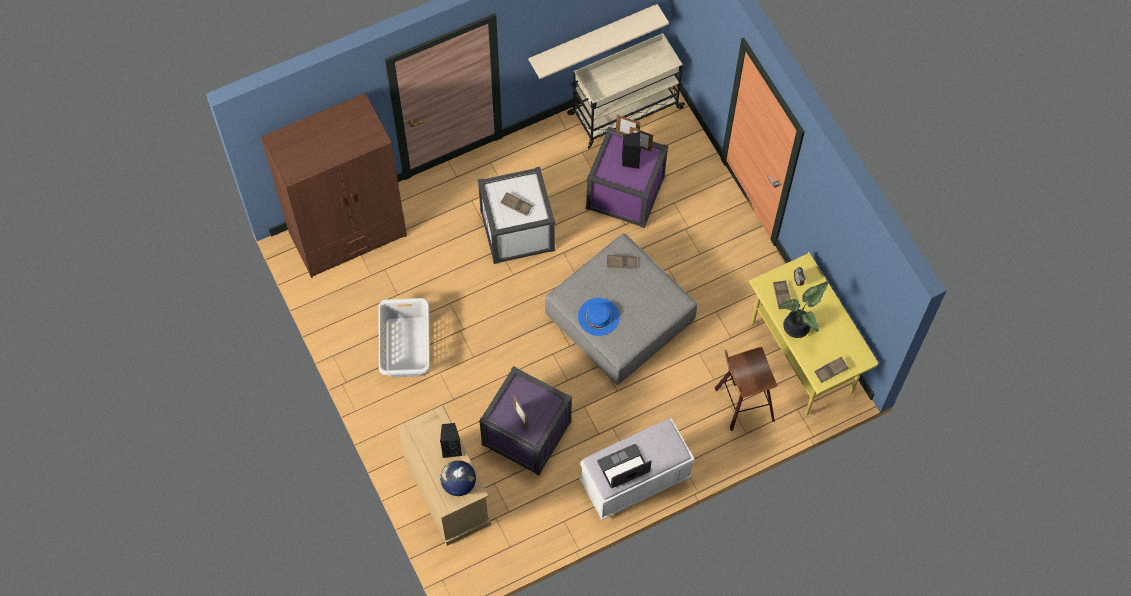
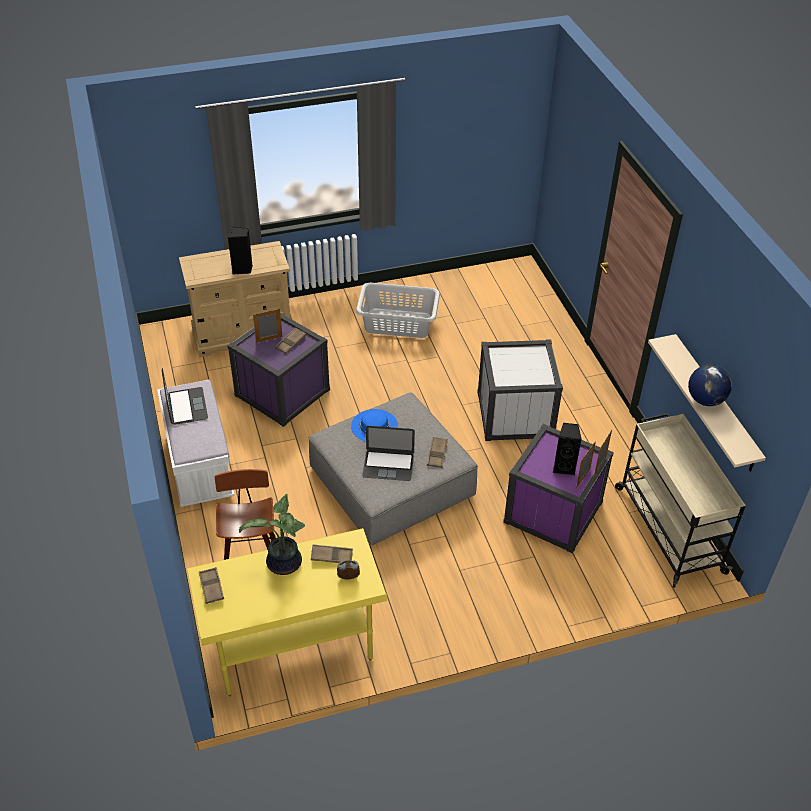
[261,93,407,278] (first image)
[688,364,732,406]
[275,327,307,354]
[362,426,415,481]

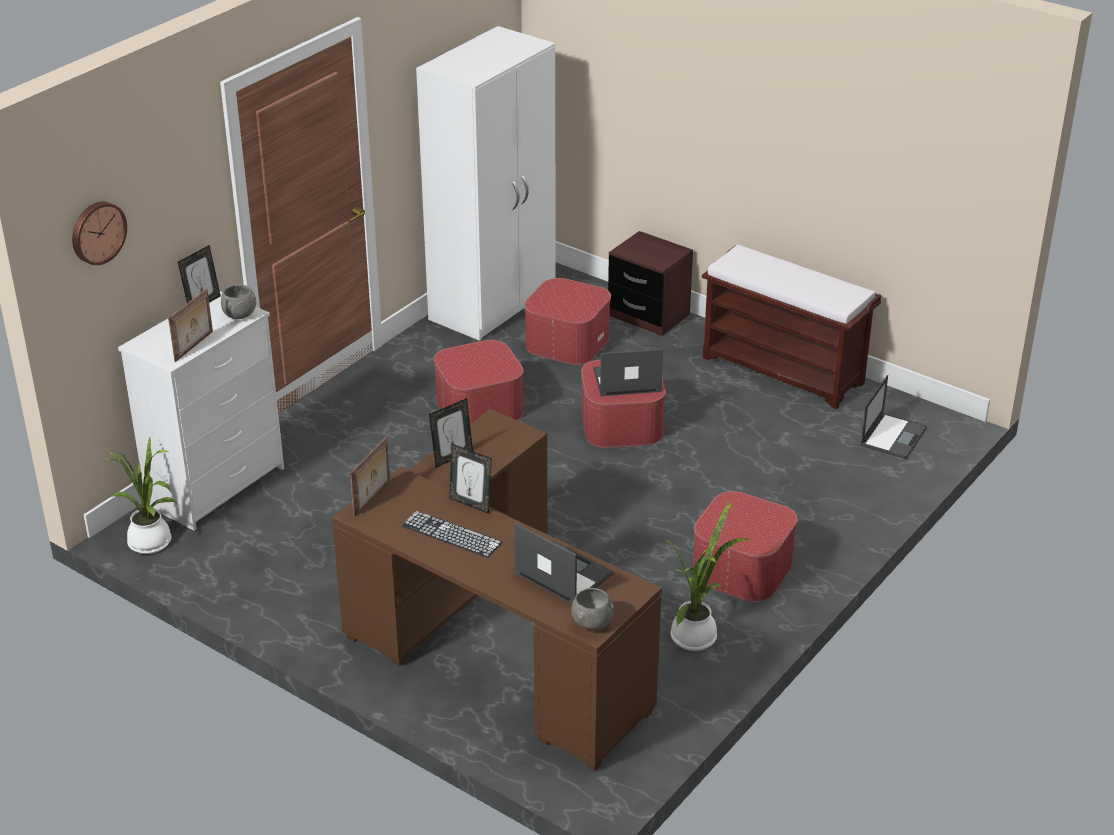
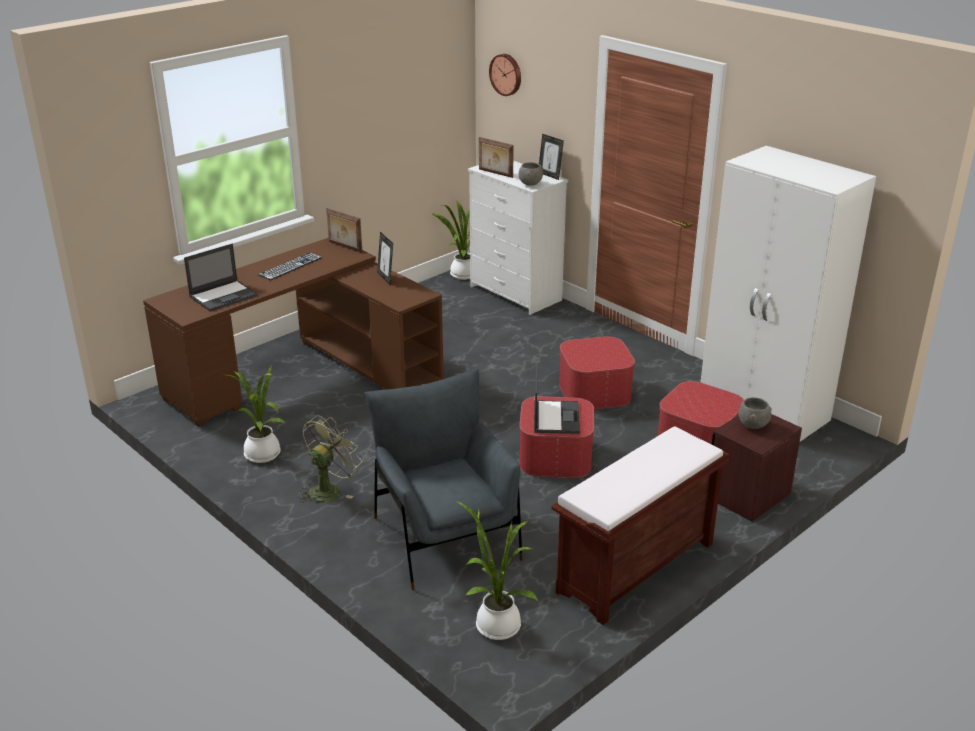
[449,444,492,514] (first image)
[738,397,772,429]
[300,415,362,503]
[456,501,538,640]
[364,369,523,590]

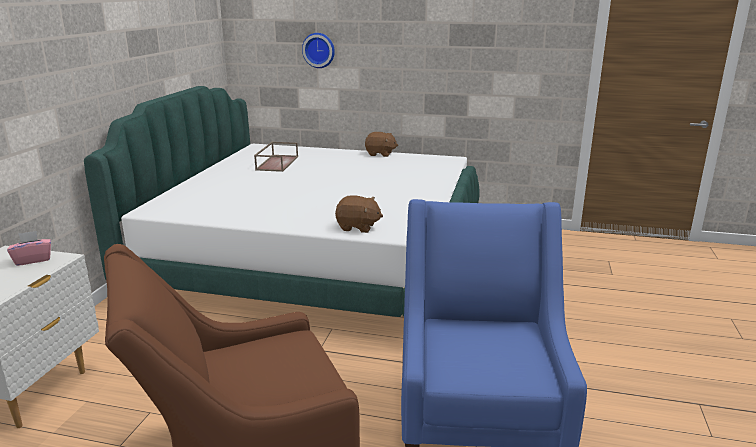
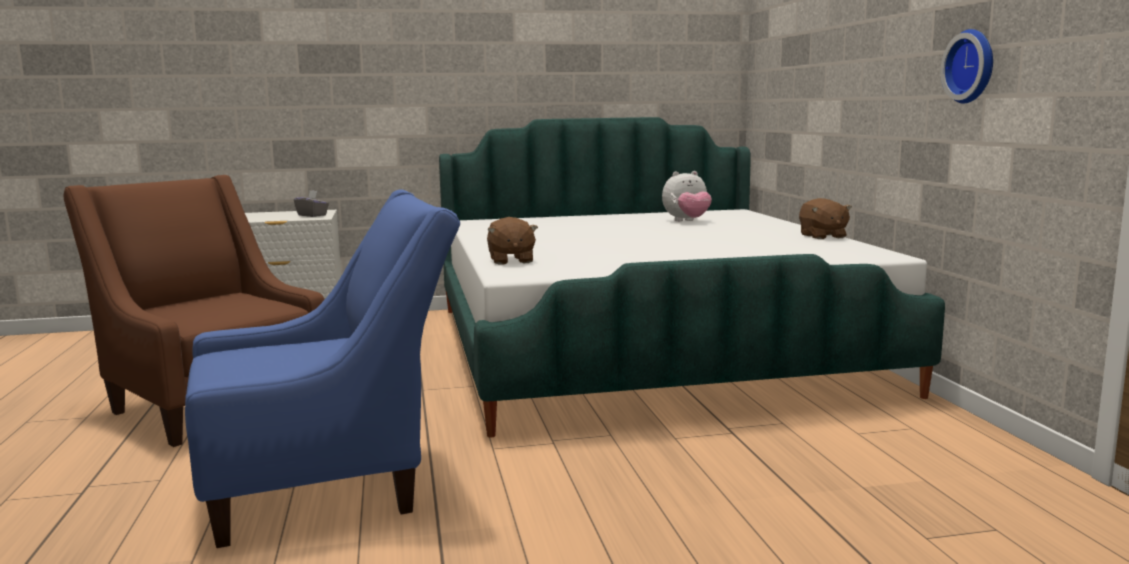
[294,190,329,217]
[662,171,712,221]
[941,29,993,104]

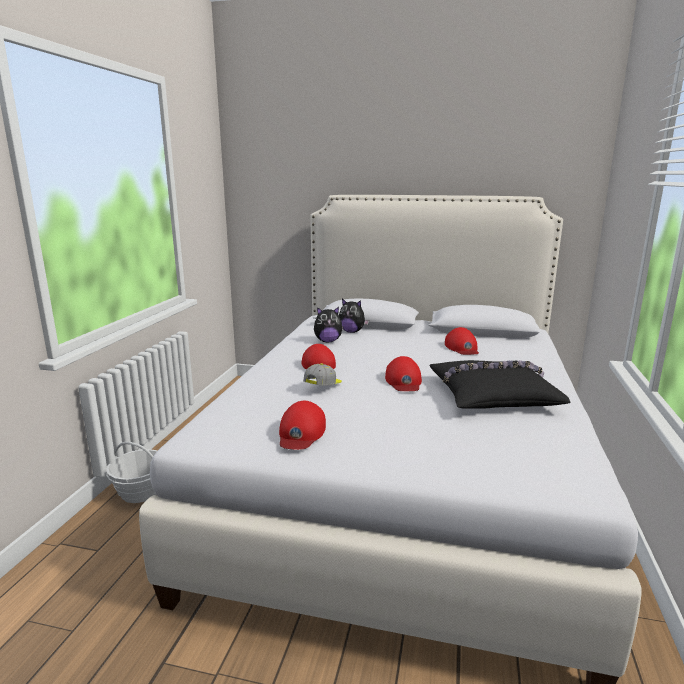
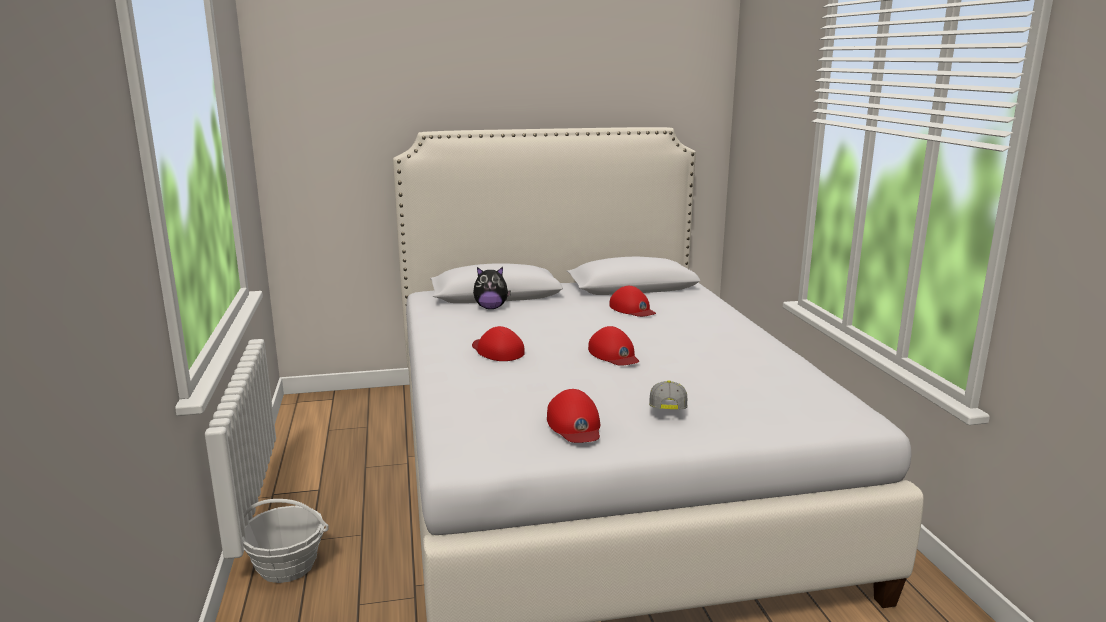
[649,381,687,410]
[314,307,343,342] (first image)
[429,360,571,409] (first image)

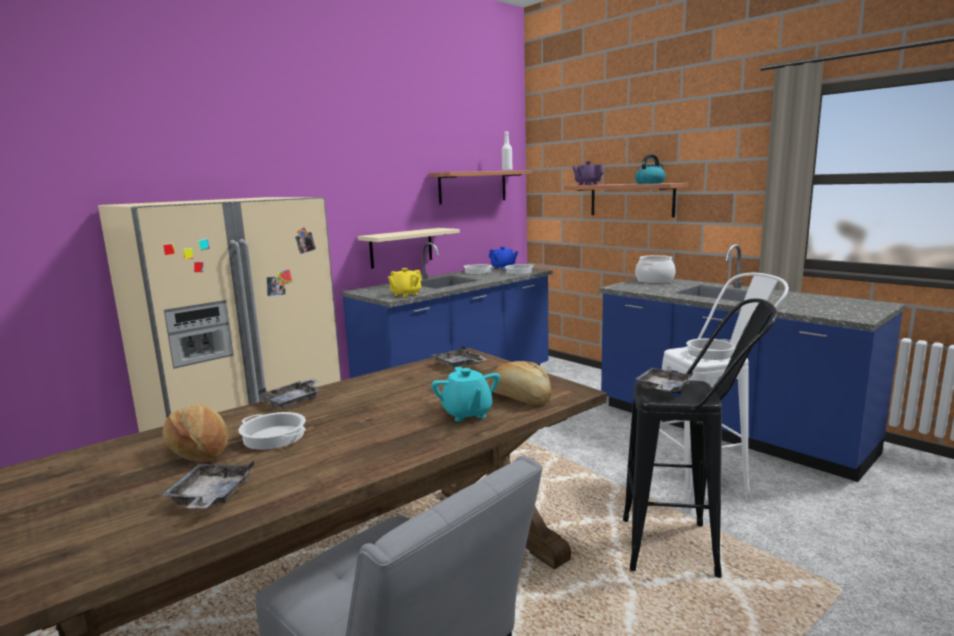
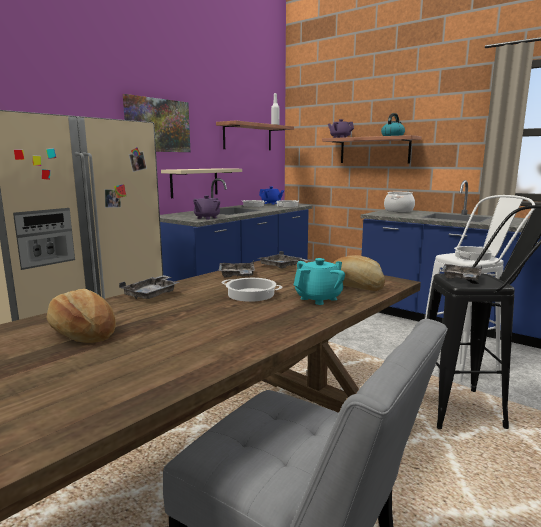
[219,260,255,277]
[221,278,282,302]
[193,195,220,219]
[294,258,345,305]
[123,94,190,152]

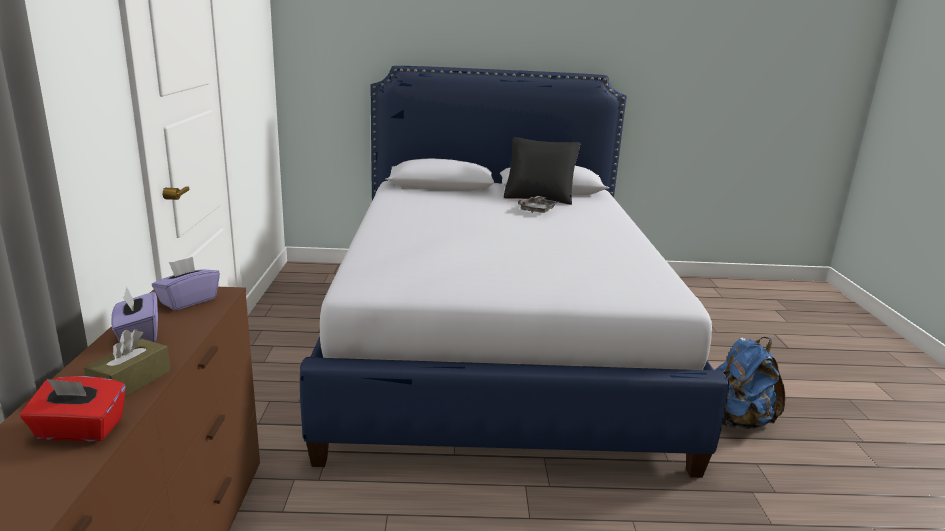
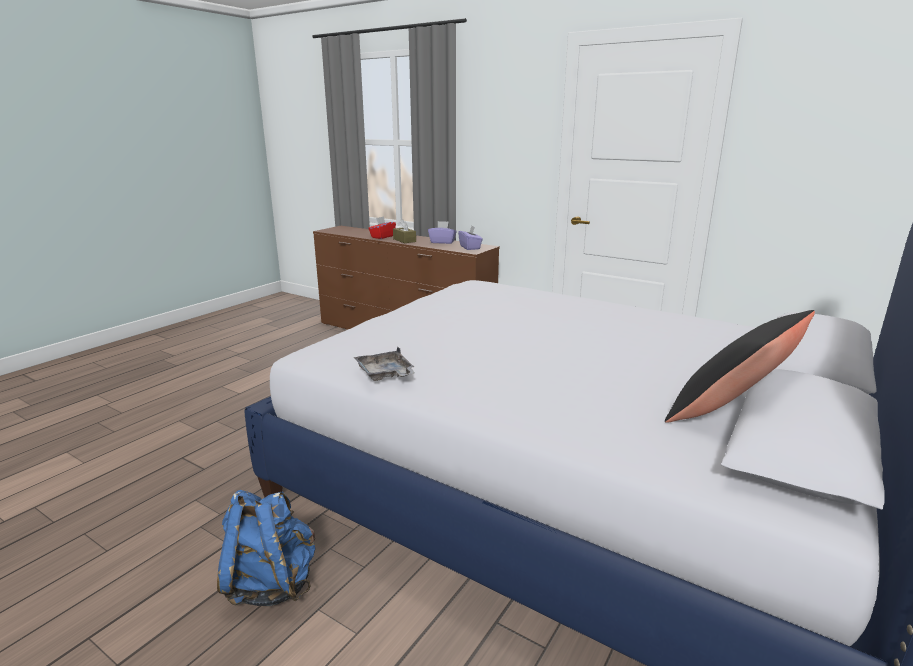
[354,347,415,381]

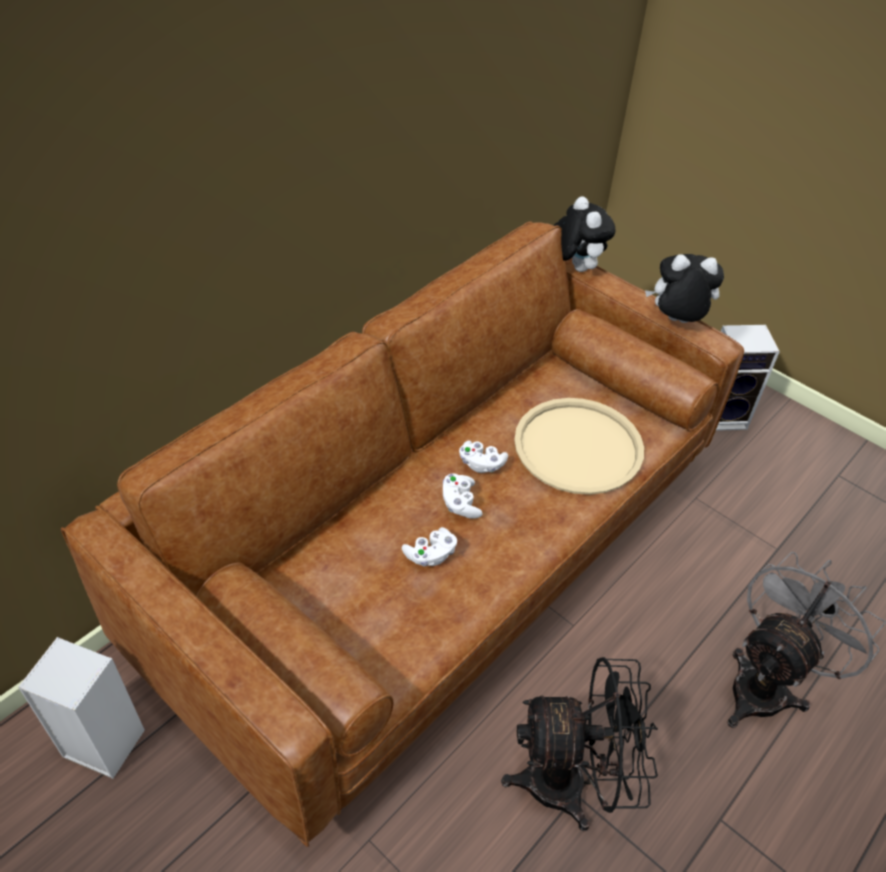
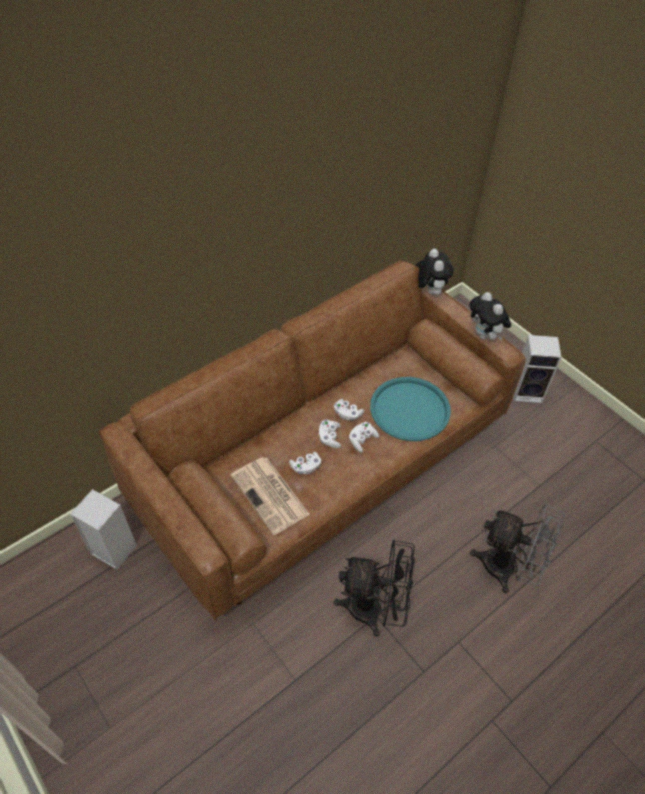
[370,377,451,441]
[469,292,511,340]
[470,504,565,593]
[231,457,310,535]
[349,422,379,453]

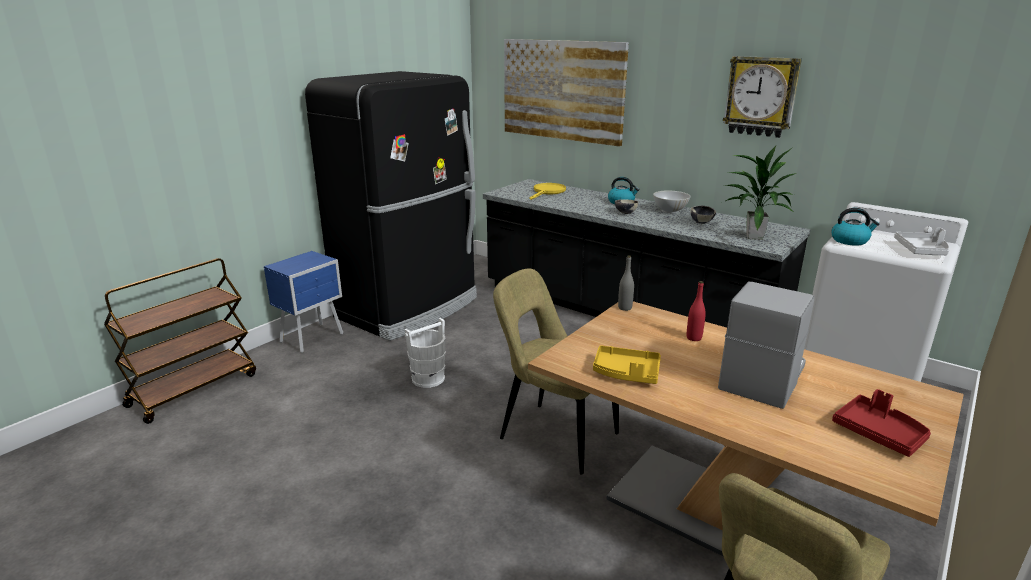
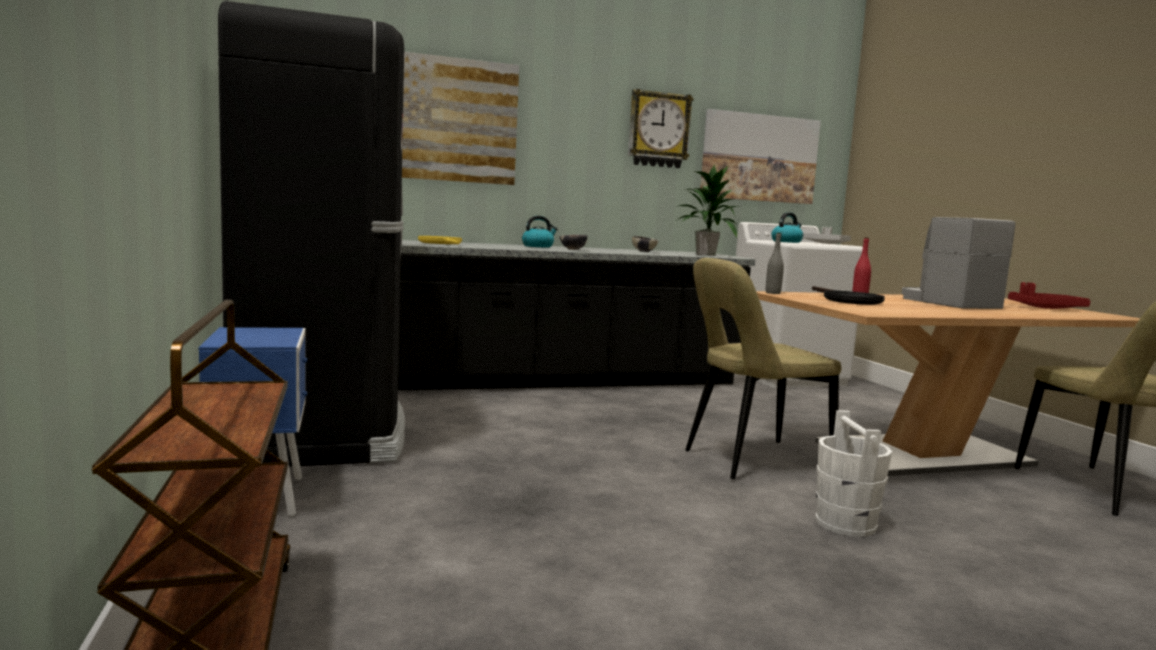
[815,410,892,537]
[593,345,661,384] (first image)
[653,191,691,213] (first image)
[700,109,821,204]
[812,286,885,305]

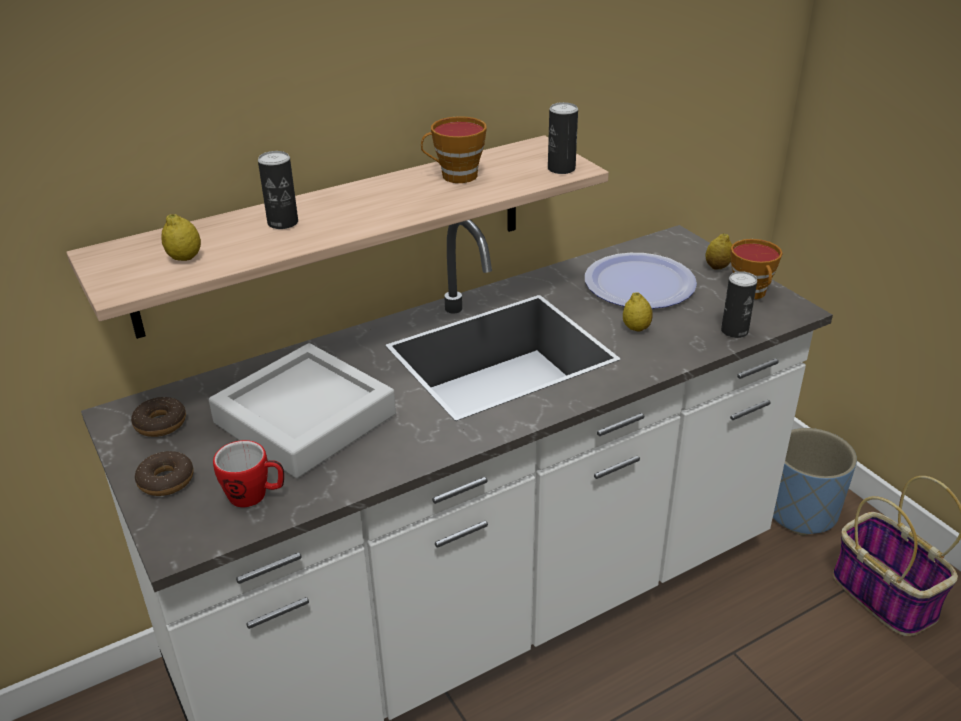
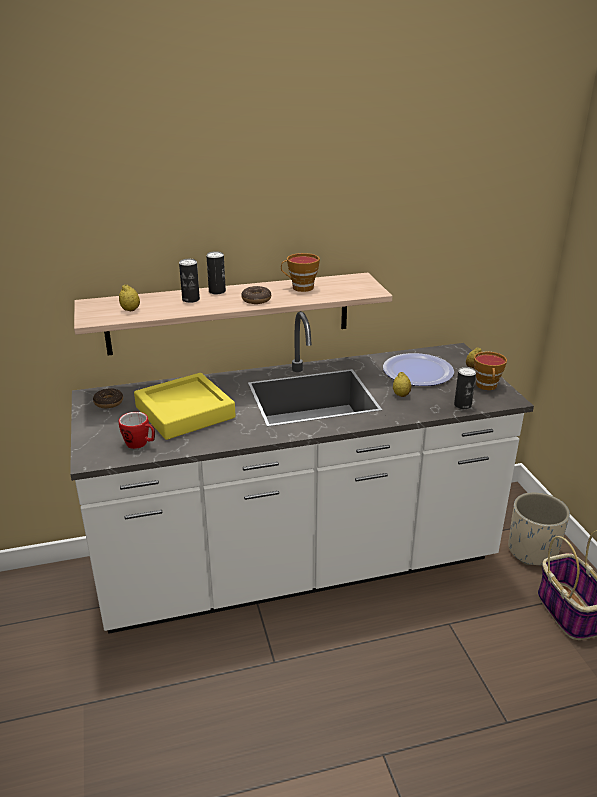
[241,286,271,304]
[134,373,236,440]
[206,251,226,294]
[508,492,570,565]

